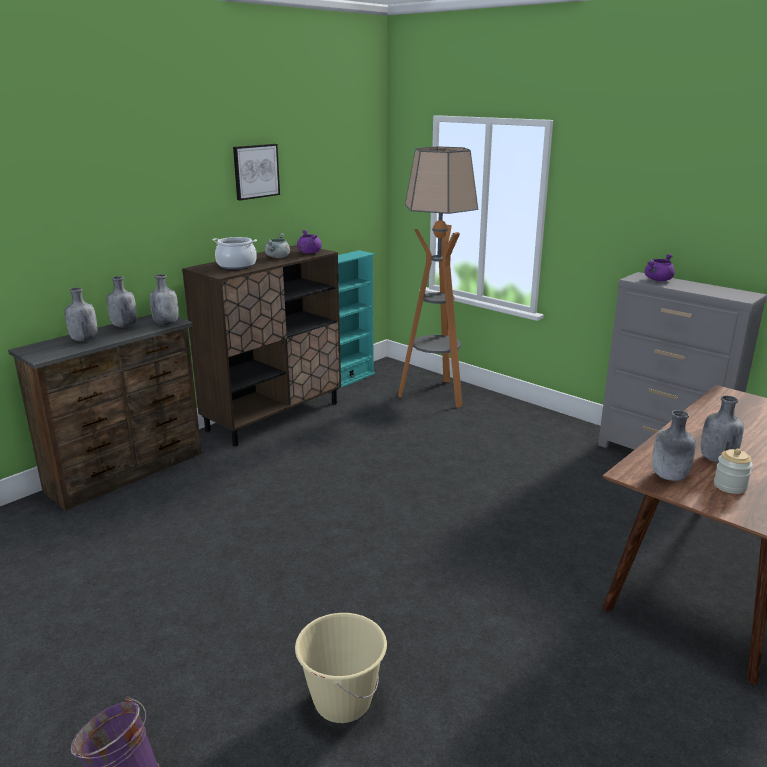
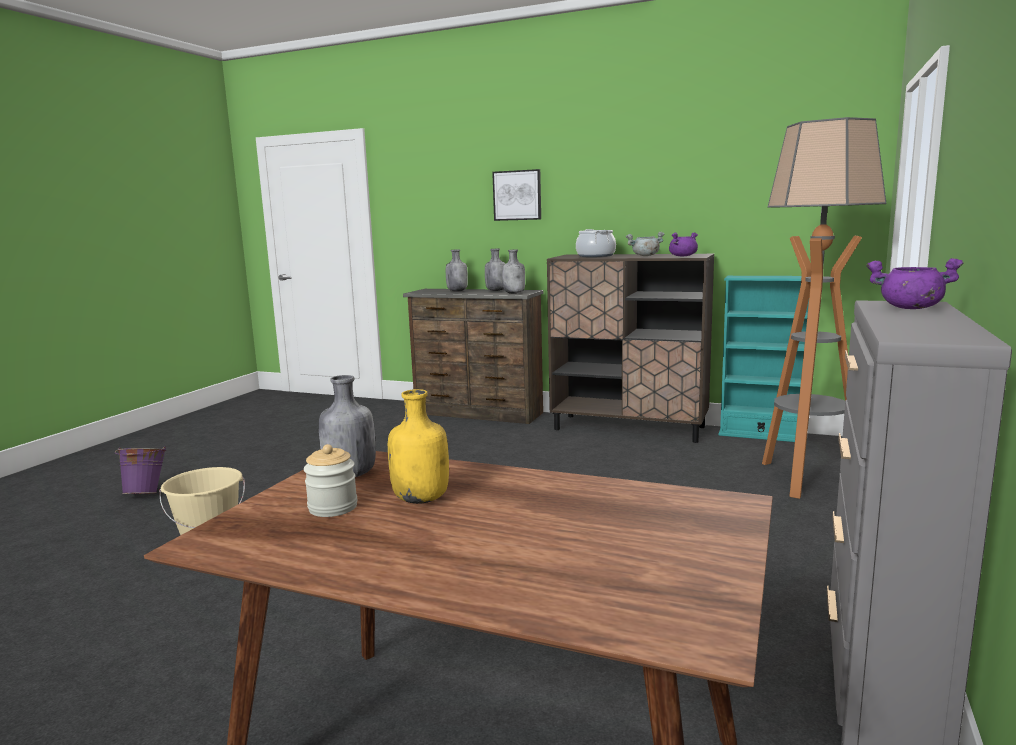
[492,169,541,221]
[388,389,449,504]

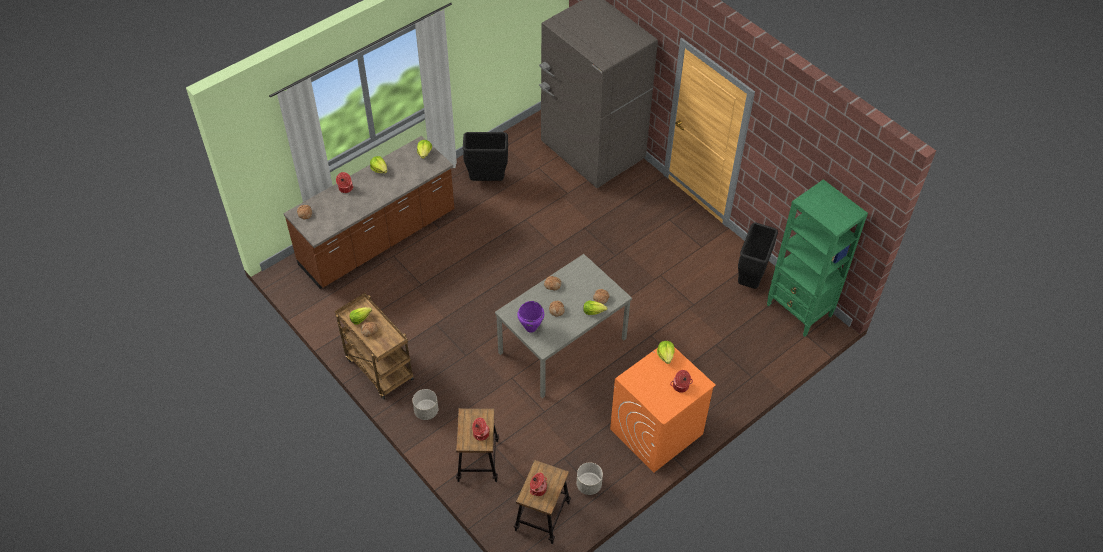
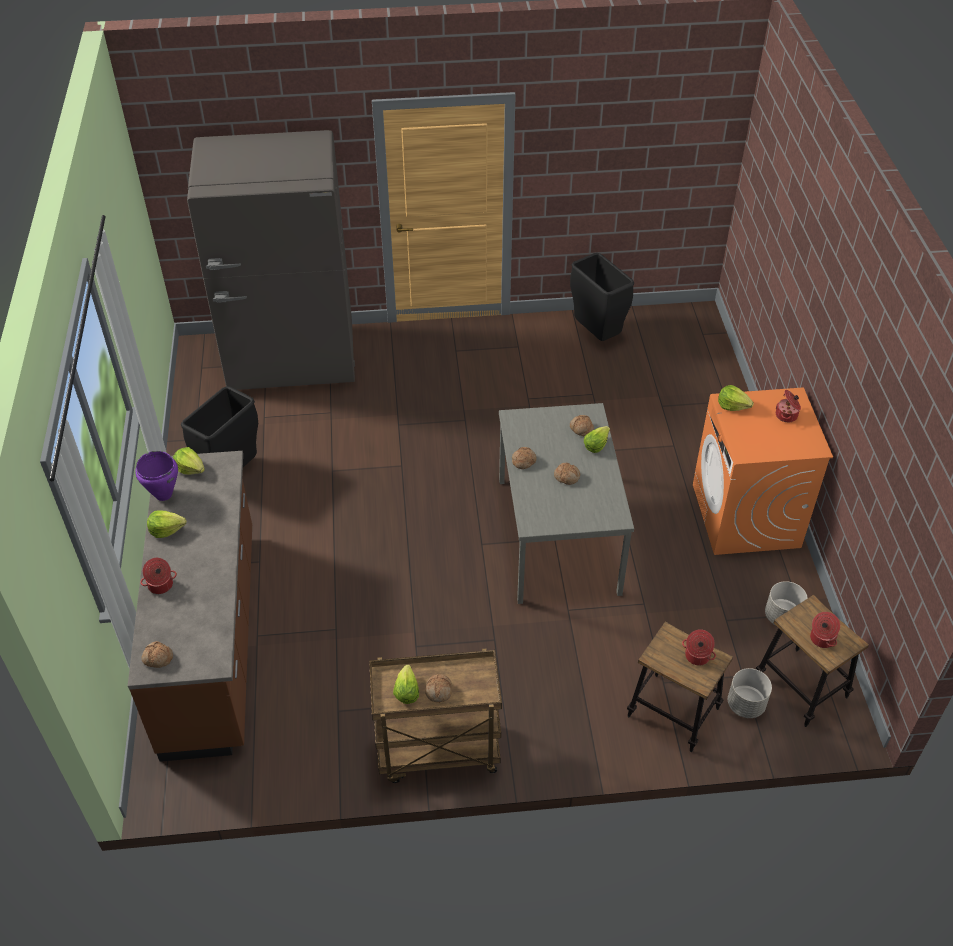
[728,668,772,718]
[135,451,178,501]
[767,179,868,337] (first image)

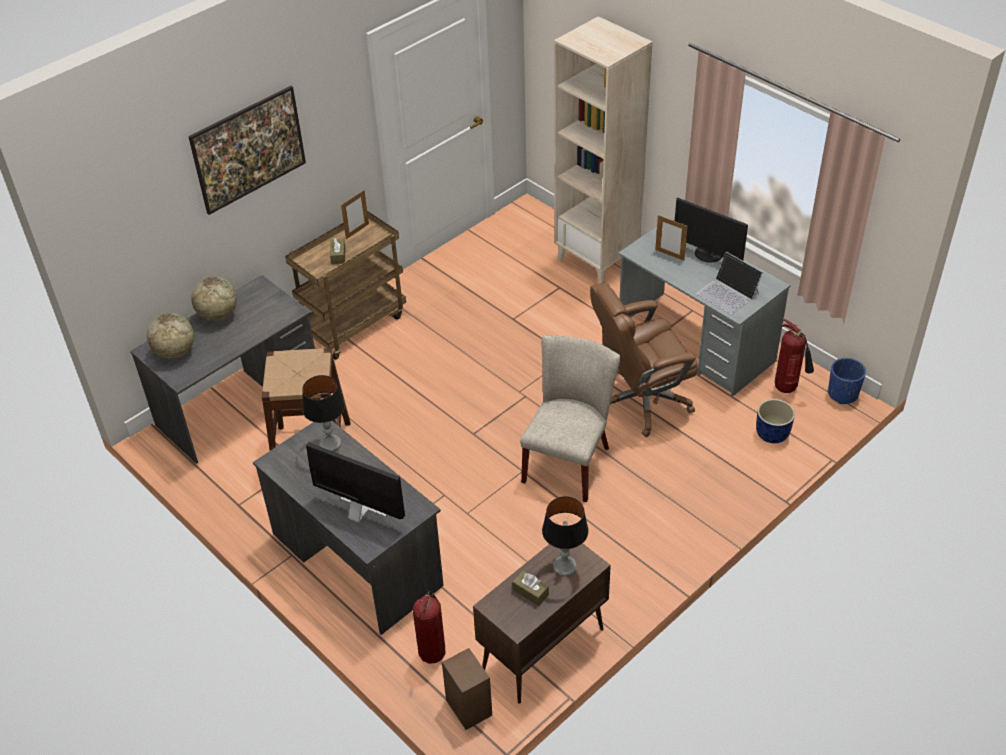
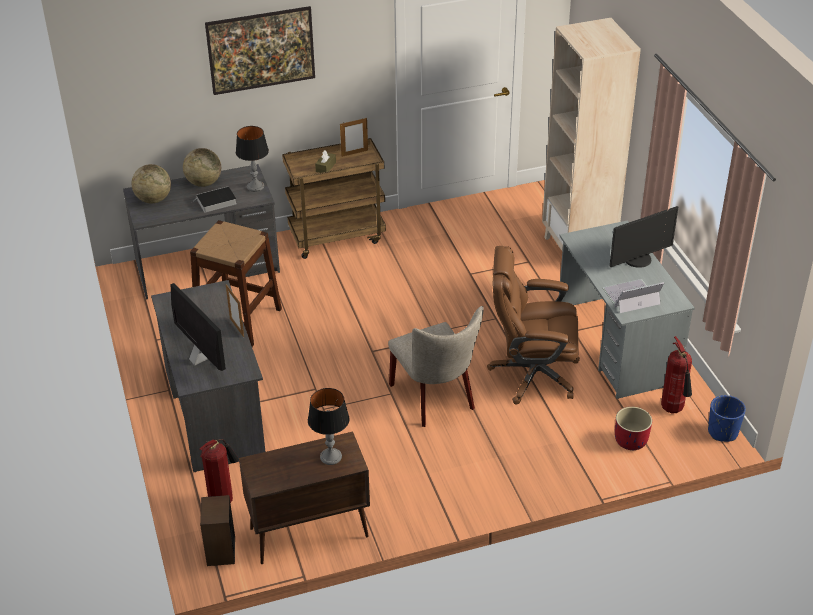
[236,126,269,192]
[512,571,549,606] (first image)
[388,306,484,427]
[226,284,244,337]
[609,206,678,268]
[603,279,664,313]
[615,407,652,450]
[193,186,237,213]

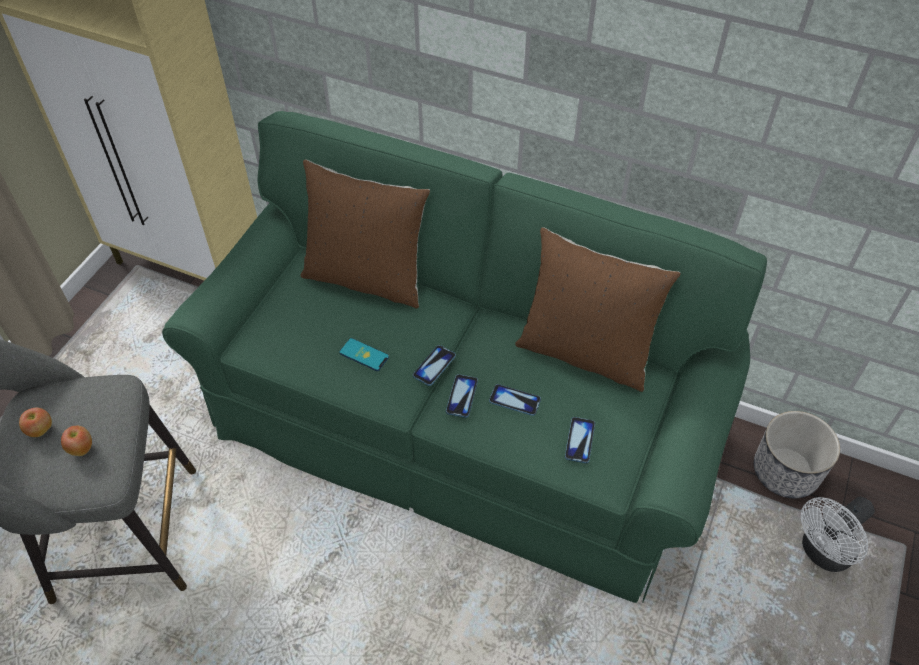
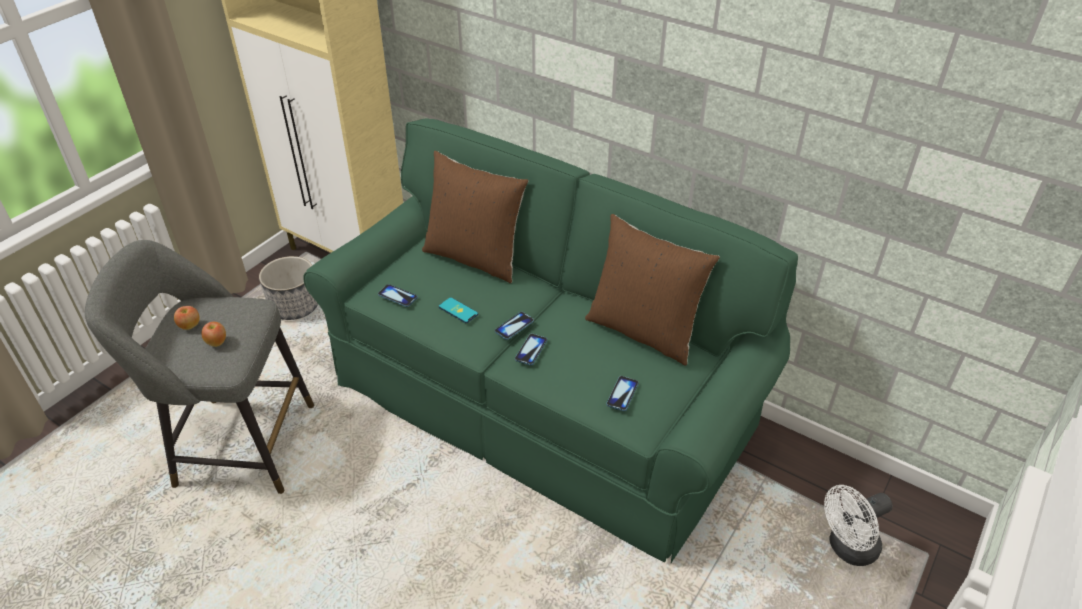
[378,284,418,307]
[259,256,318,320]

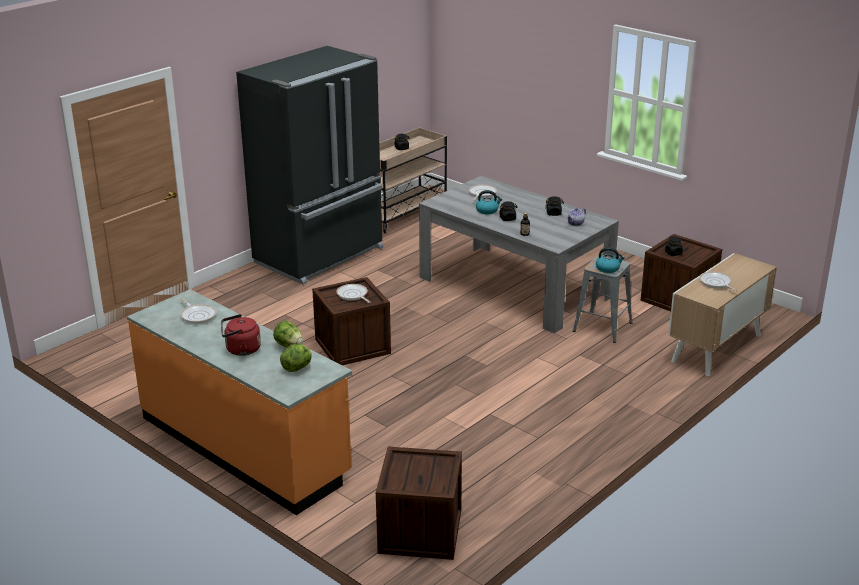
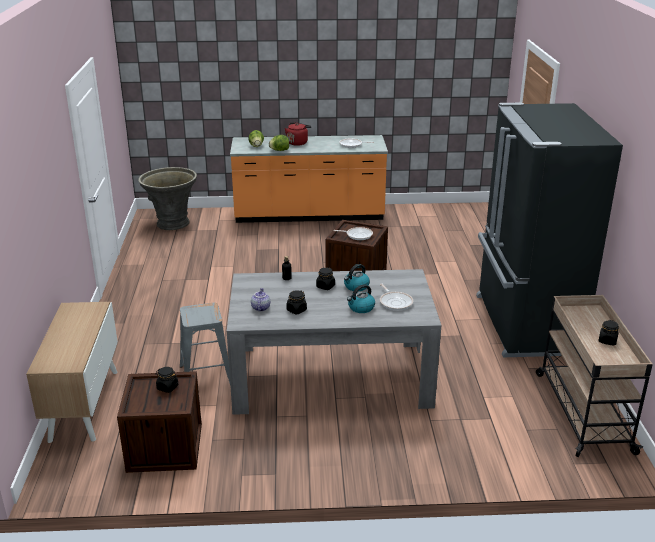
[138,167,197,230]
[347,284,375,313]
[699,272,738,292] (first image)

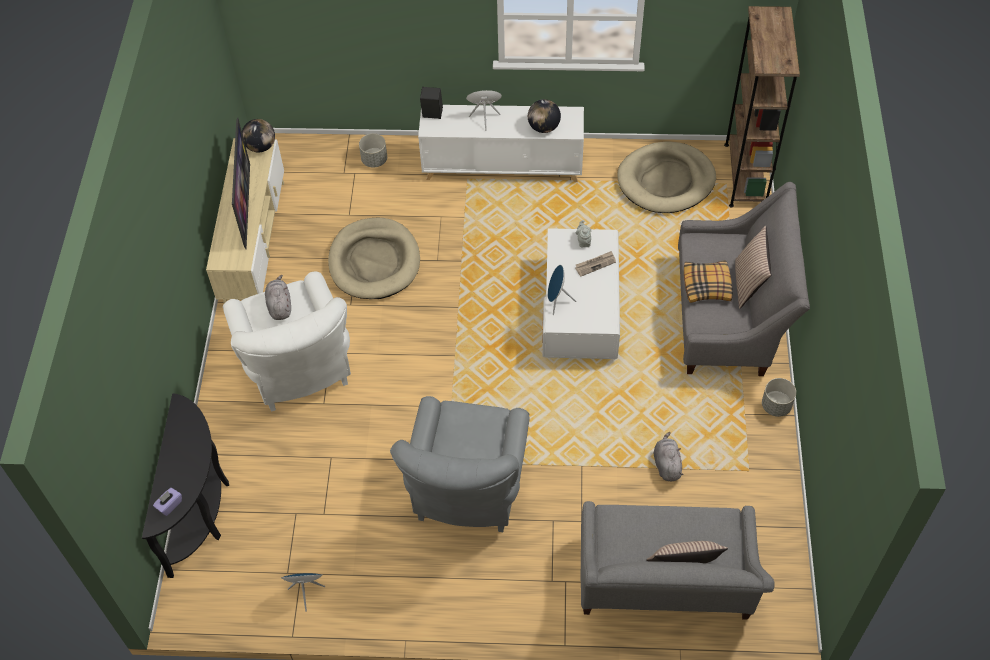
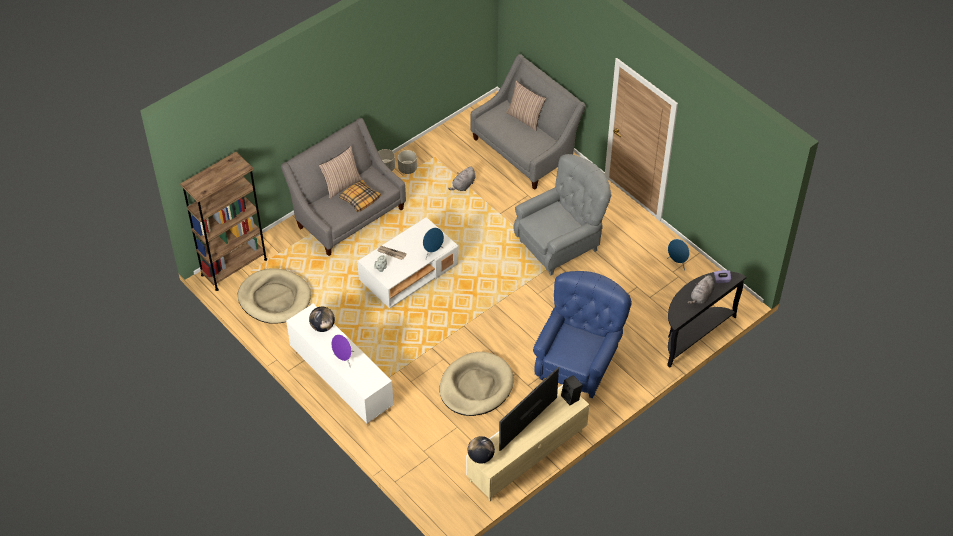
[533,271,632,398]
[688,275,715,304]
[398,150,417,174]
[561,375,583,405]

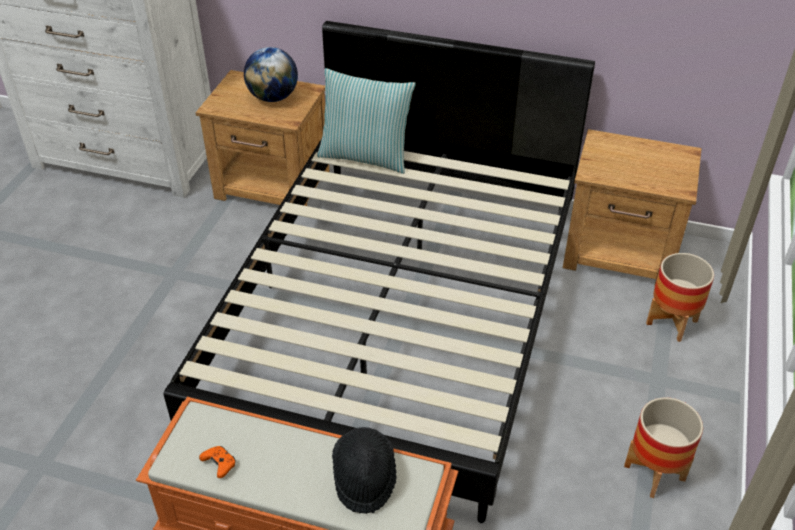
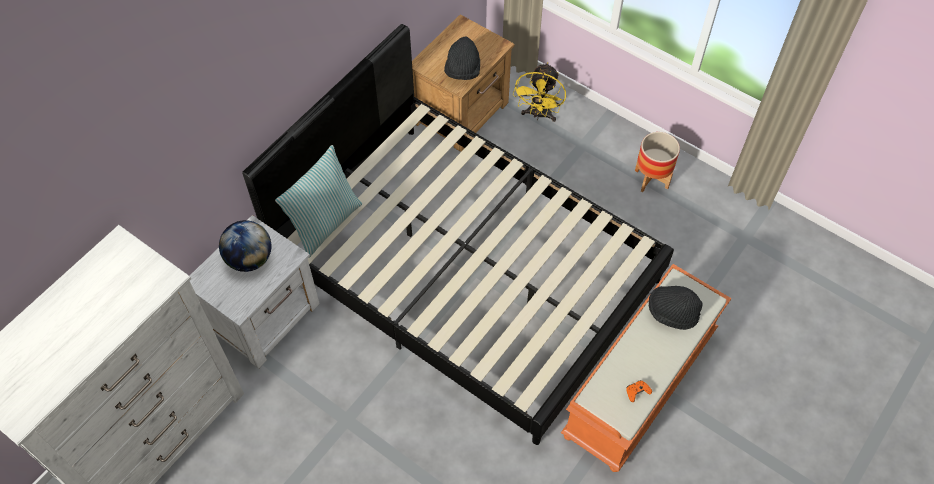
[190,215,320,369]
[513,63,566,122]
[444,36,480,80]

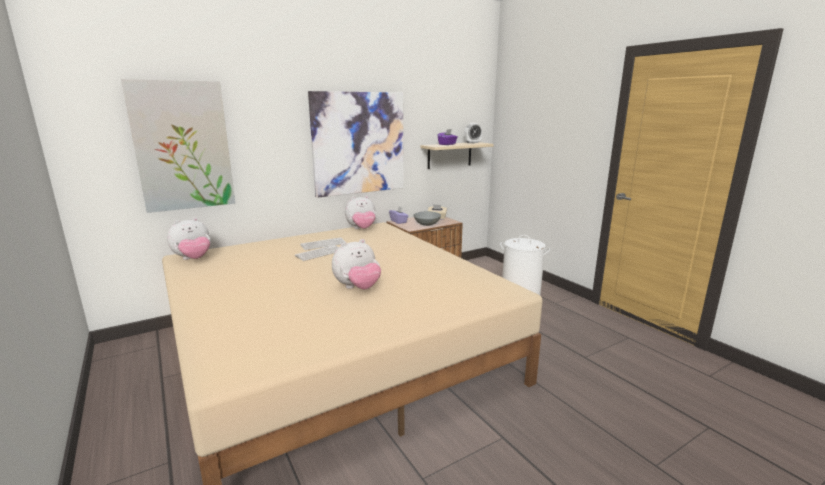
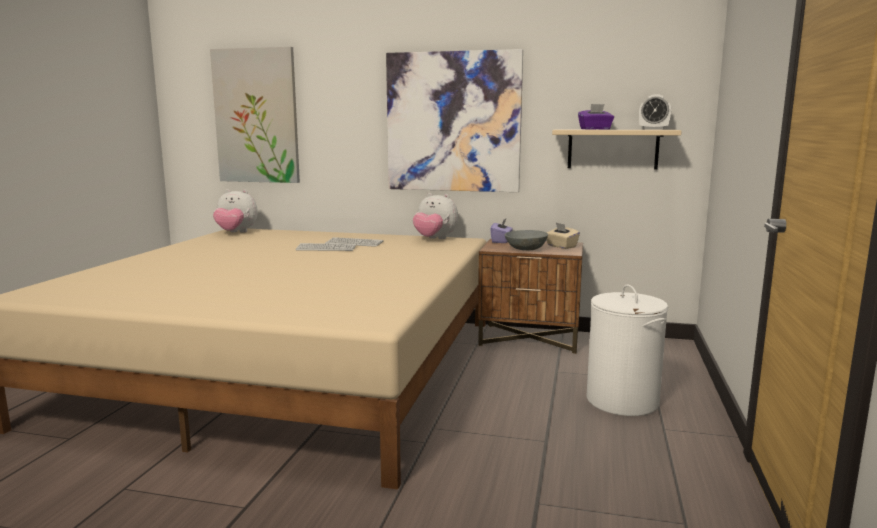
[332,239,381,289] (first image)

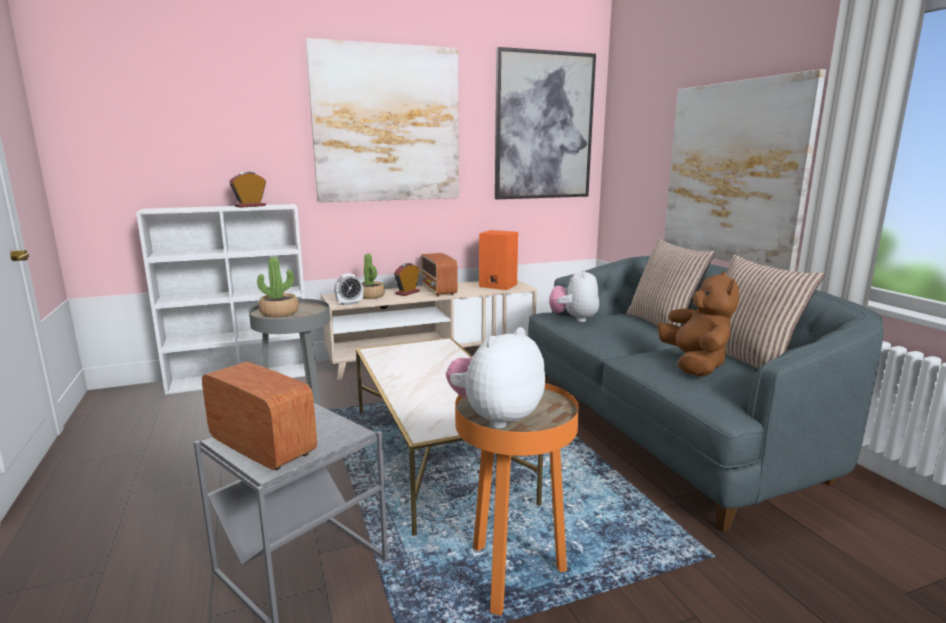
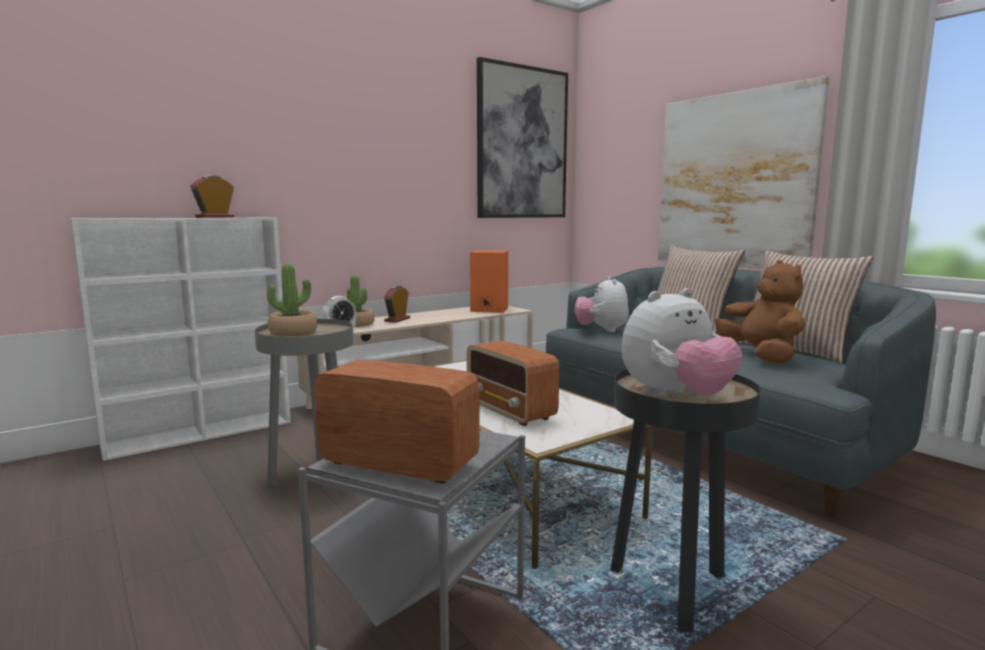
[306,38,459,202] (first image)
[467,340,559,426]
[622,288,743,397]
[610,369,761,633]

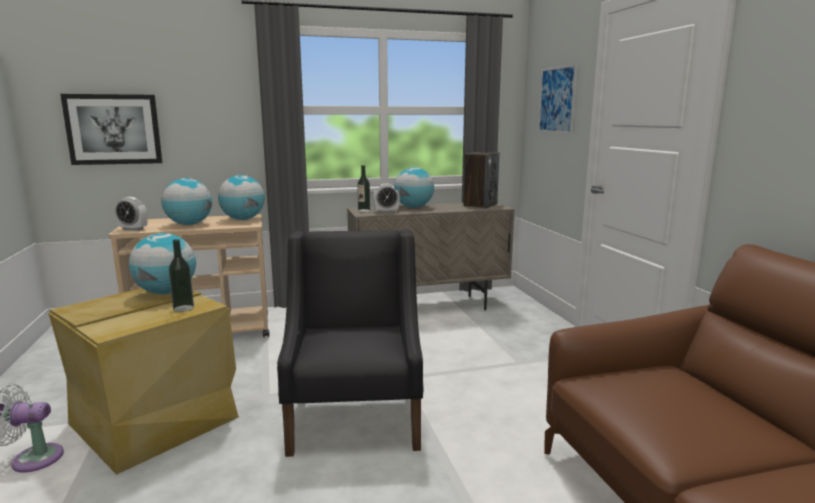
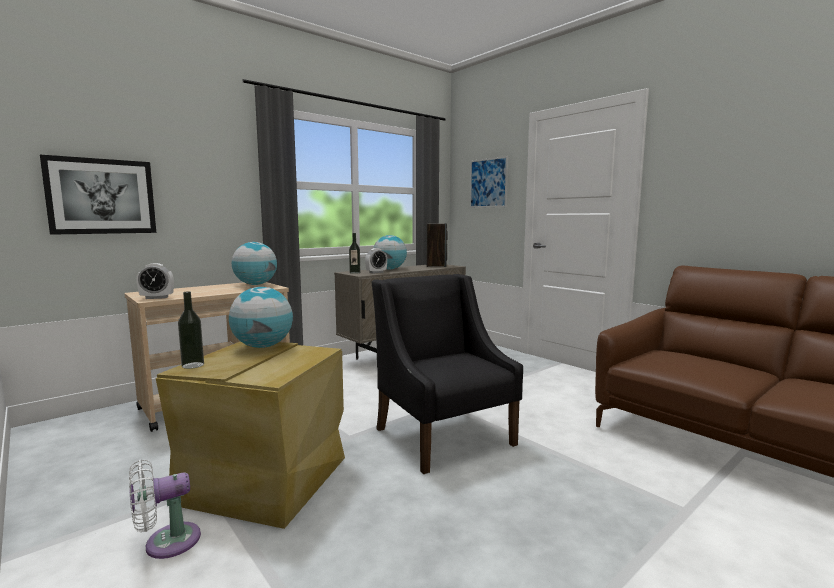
[161,178,212,225] (first image)
[178,291,204,369]

